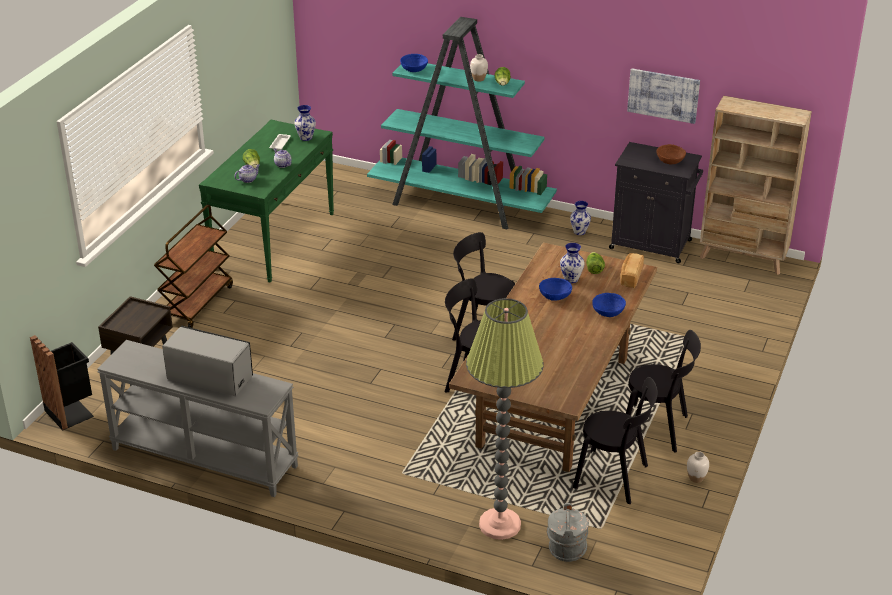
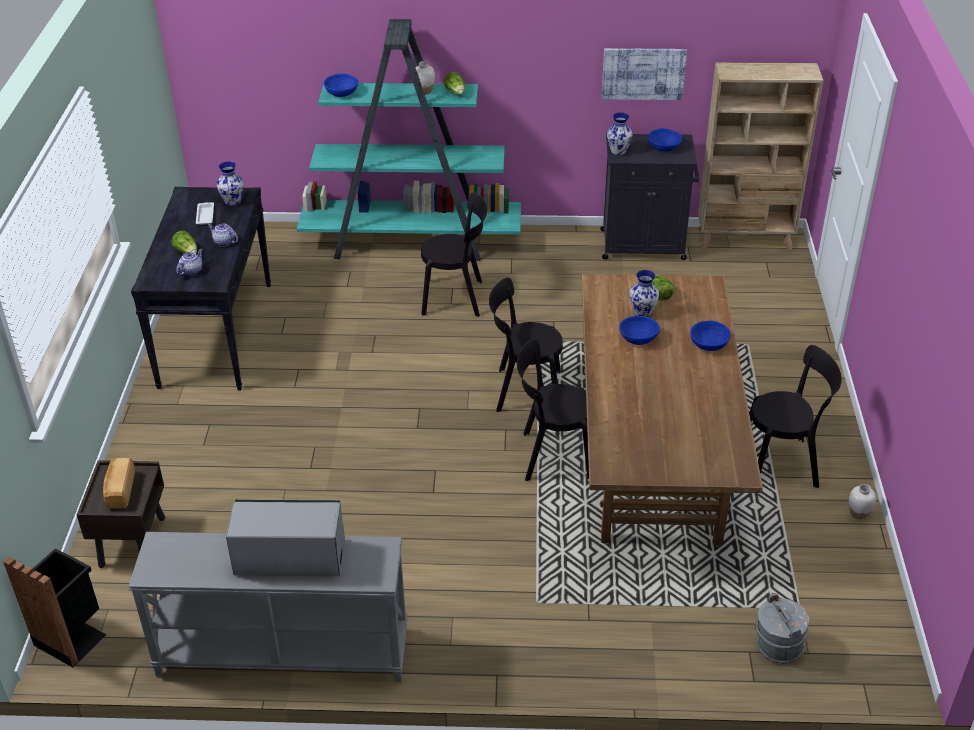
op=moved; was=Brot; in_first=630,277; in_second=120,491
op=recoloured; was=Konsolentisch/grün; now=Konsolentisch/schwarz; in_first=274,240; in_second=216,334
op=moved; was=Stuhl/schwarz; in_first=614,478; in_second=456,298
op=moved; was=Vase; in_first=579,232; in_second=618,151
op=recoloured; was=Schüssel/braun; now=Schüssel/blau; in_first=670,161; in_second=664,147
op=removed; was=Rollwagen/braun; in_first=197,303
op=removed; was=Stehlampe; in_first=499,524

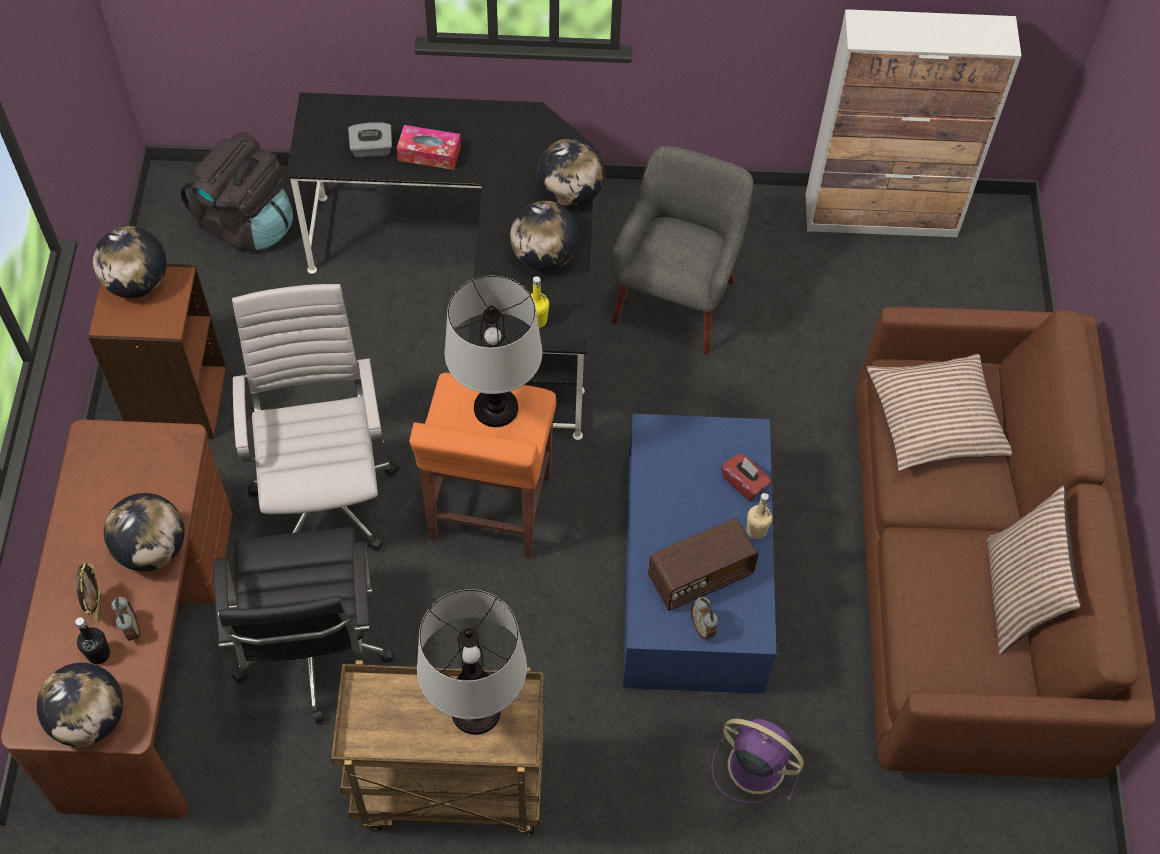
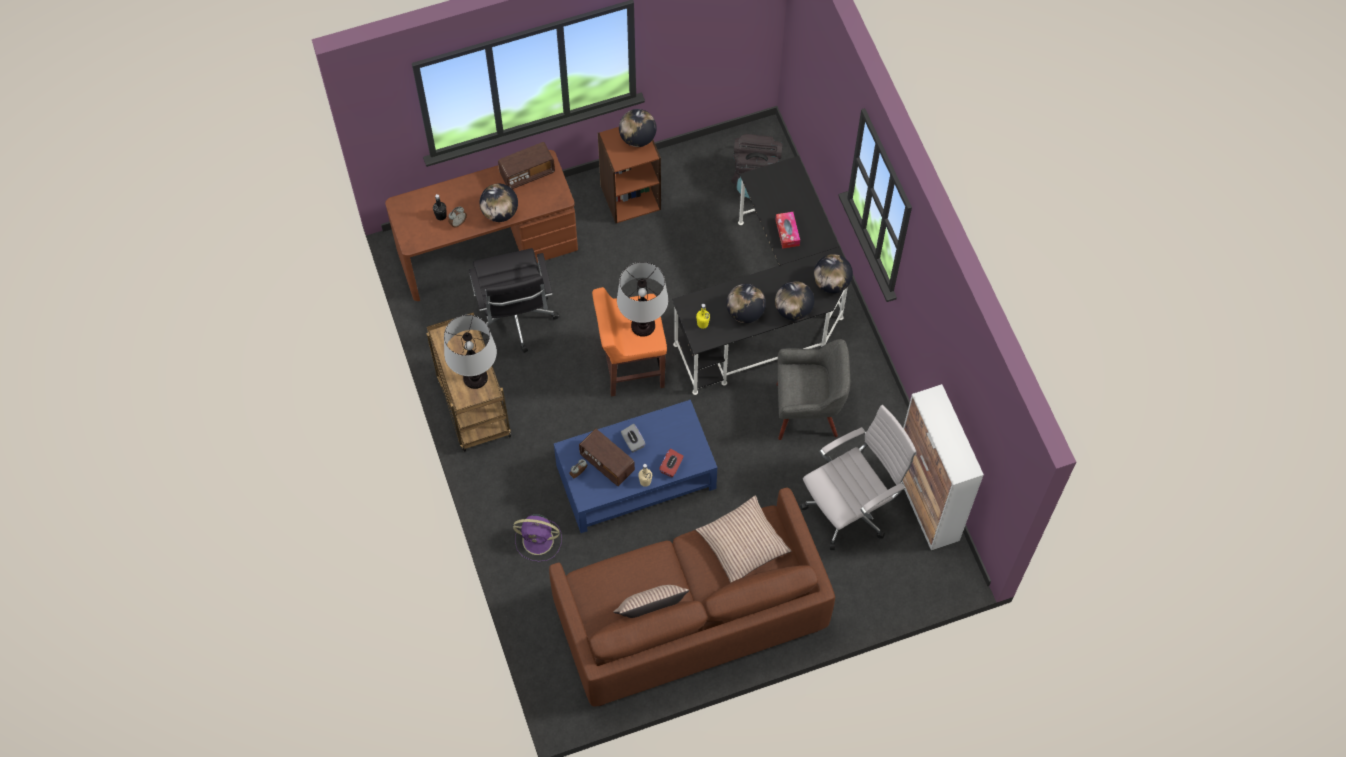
op=turned; was=Bürostuhl/schwarz; in_first=313,655; in_second=516,320; clockwise=-75
op=added; now=Radio; in_second=527,173
op=turned; was=Ventilator/lila; in_first=753,764; in_second=539,540; clockwise=90
op=moved; was=Taschentuchbox/grau; in_first=371,149; in_second=633,442
op=moved; was=Bürostuhl/weiß; in_first=326,494; in_second=850,508
op=moved; was=Globus; in_first=90,719; in_second=831,283
op=removed; was=Bilderrahmen; in_first=97,607

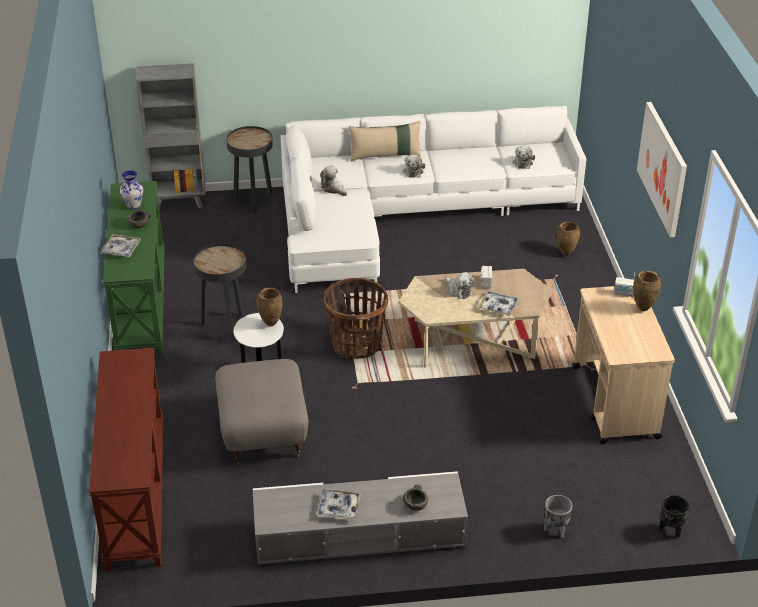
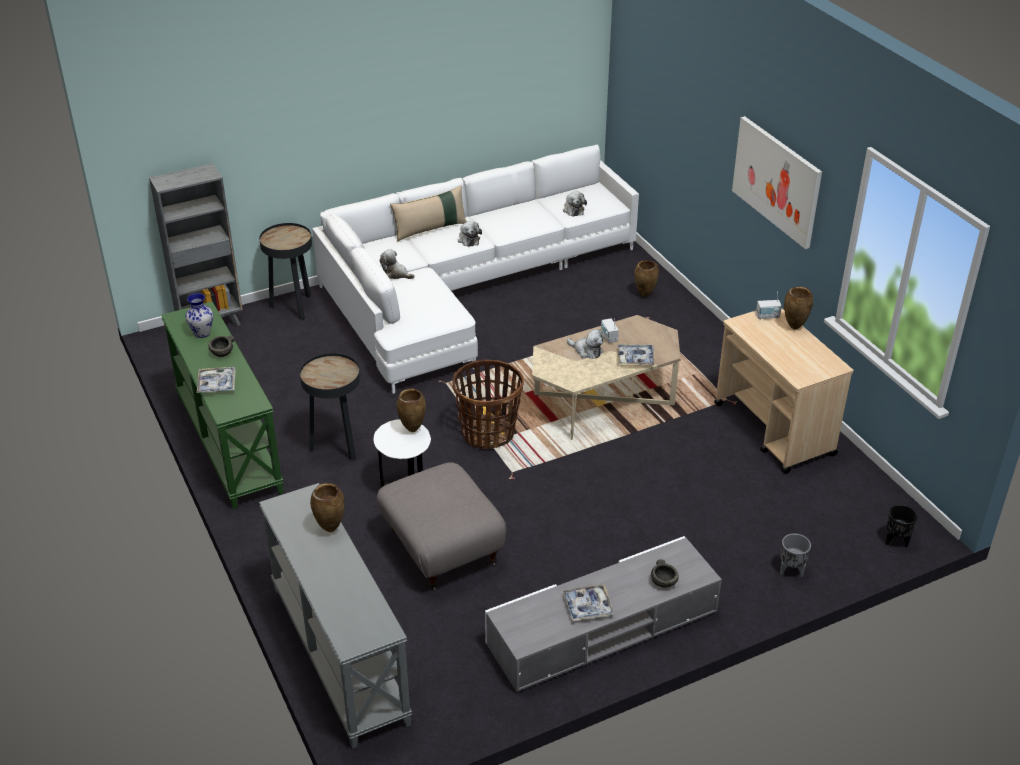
op=recoloured; was=Konsolentisch/braun; now=Konsolentisch/grau; in_first=134,494; in_second=337,654
op=added; now=Vase/braun; in_second=330,529

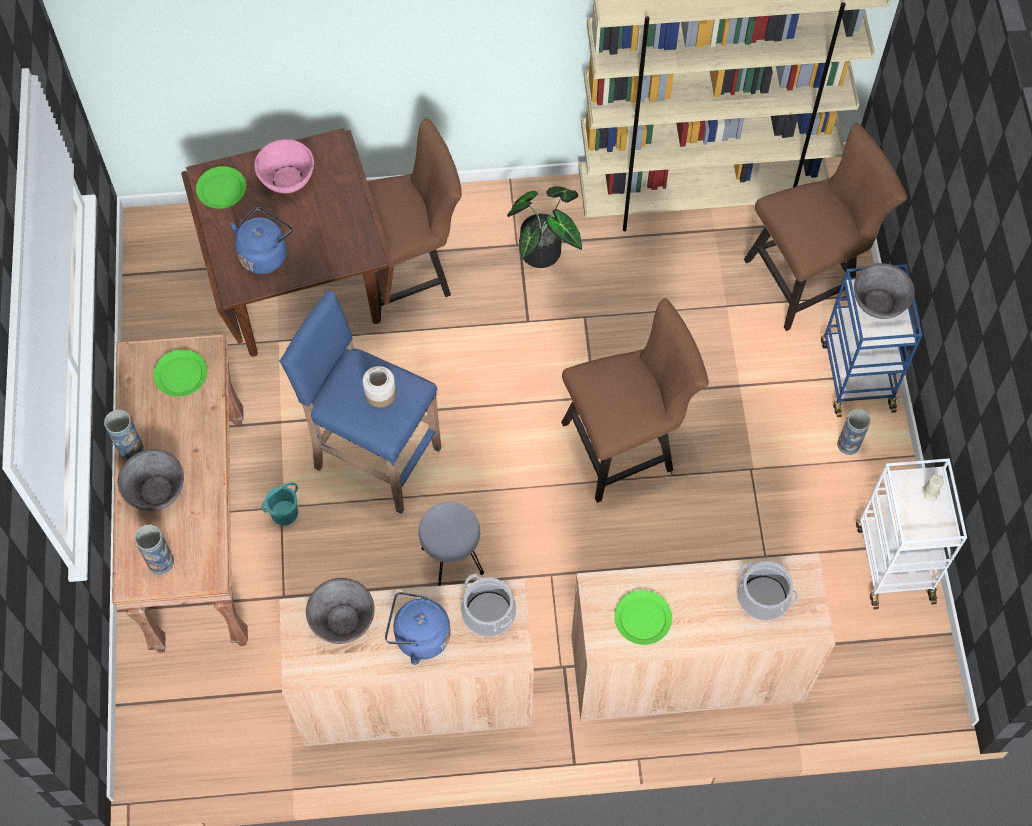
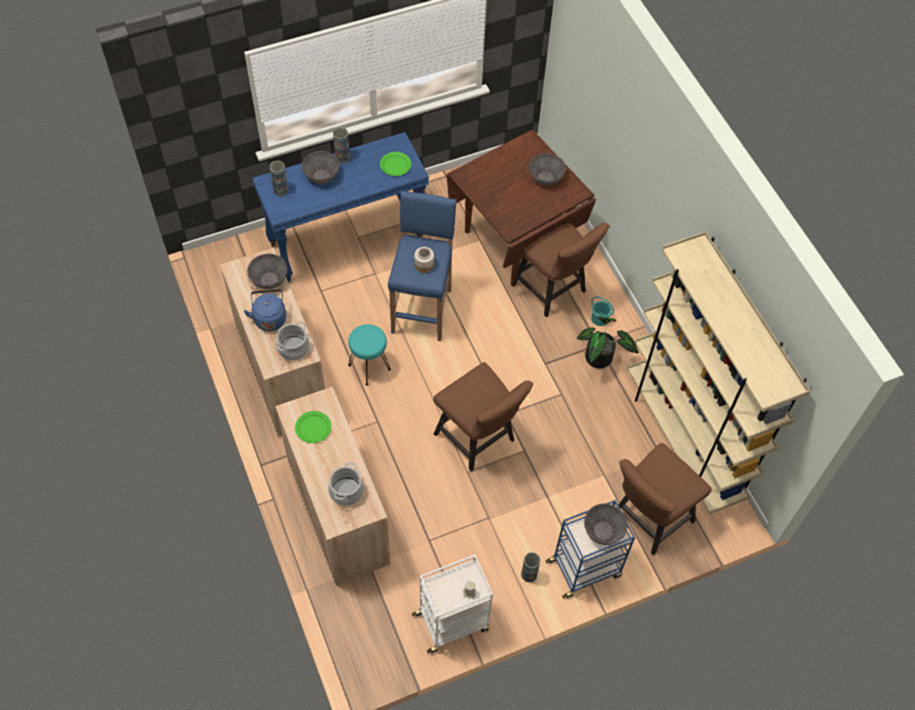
op=recoloured; was=Konsolentisch/braun; now=Konsolentisch/blau; in_first=199,532; in_second=347,240
op=recoloured; was=Hocker/grau; now=Hocker/türkis; in_first=451,561; in_second=369,367
op=recoloured; was=Schüssel/rosa; now=Schüssel/grau; in_first=287,179; in_second=545,177
op=moved; was=Eimer/türkis; in_first=285,513; in_second=599,319
op=turned; was=Stuhl/braun; in_first=807,278; in_second=647,520; clockwise=90
op=removed; was=Teller/grün; in_first=221,188
op=removed; was=Wasserkessel/blau; in_first=265,253

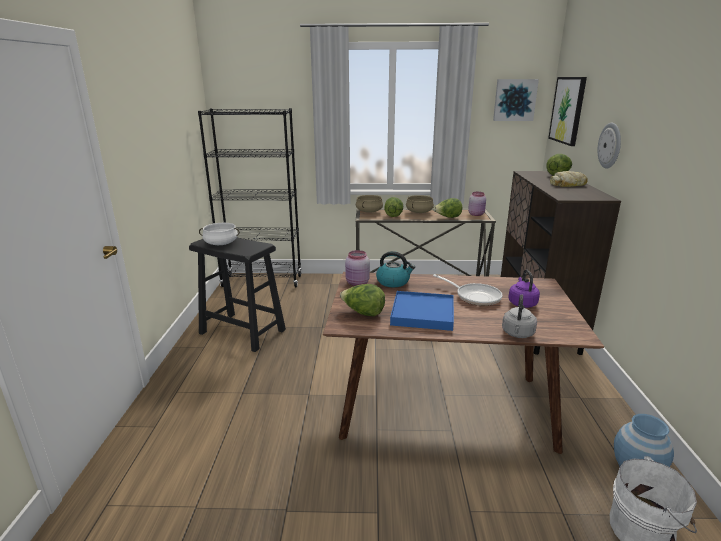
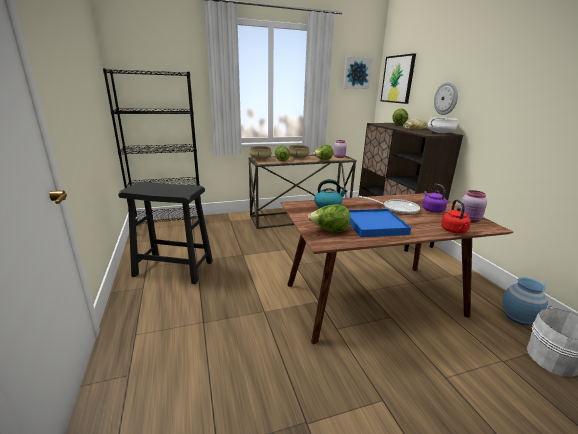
op=moved; was=Kochtopf/weiß; in_first=221,243; in_second=440,133
op=recoloured; was=Wasserkessel/grau; now=Wasserkessel/rot; in_first=517,334; in_second=454,231
op=moved; was=Vorratsglas/rosa; in_first=357,283; in_second=469,220

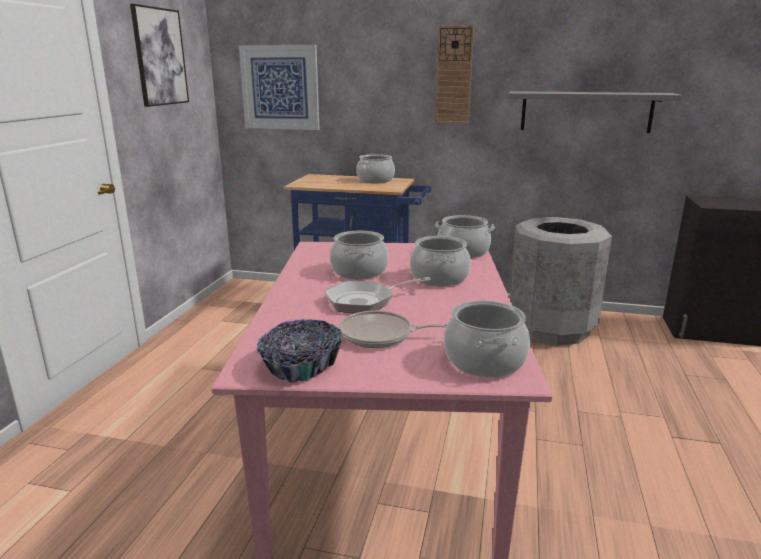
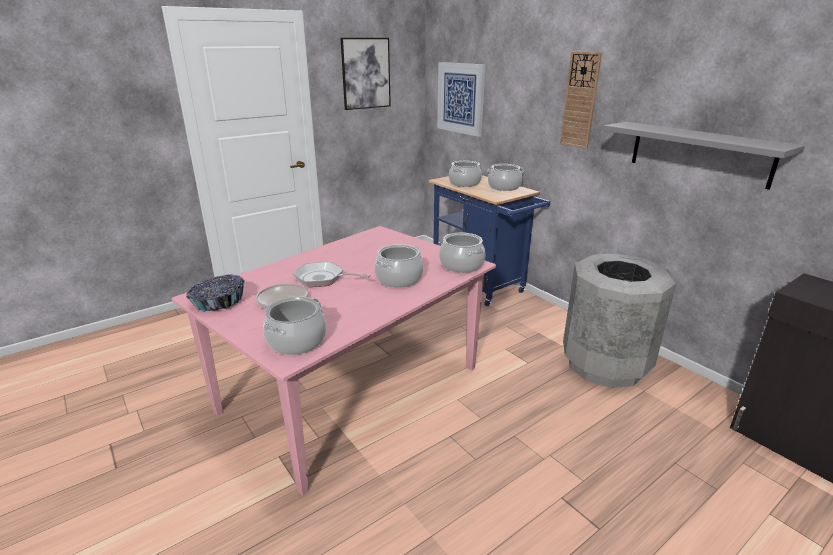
op=moved; was=Kochtopf; in_first=358,271; in_second=464,183

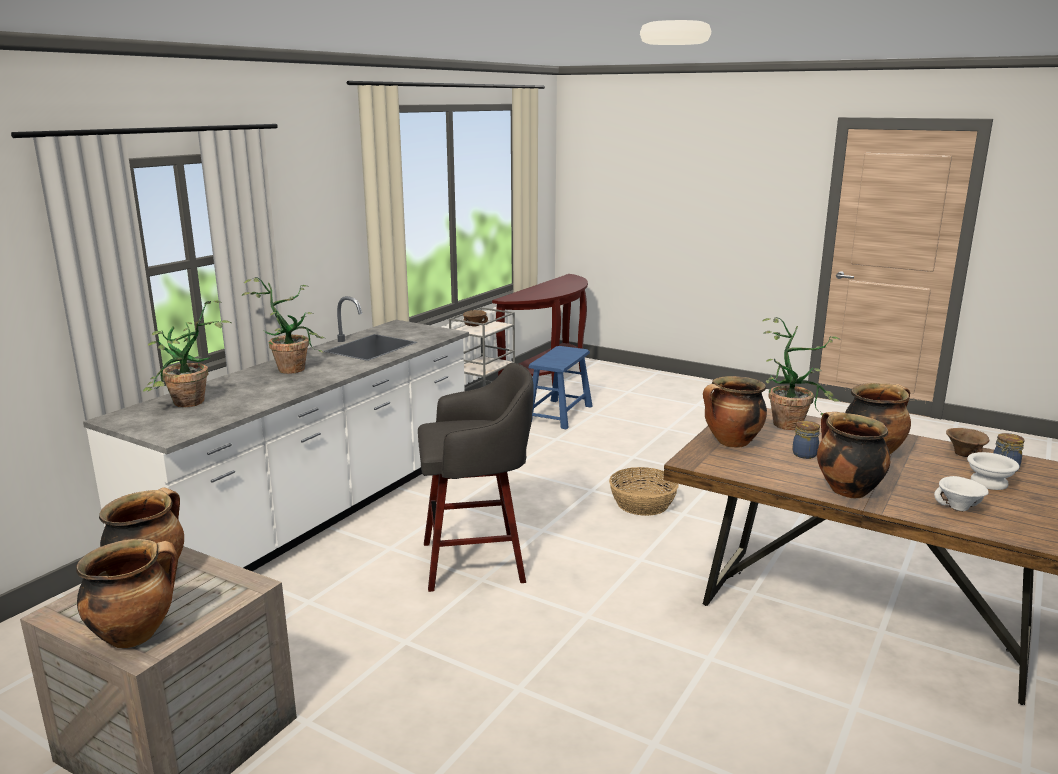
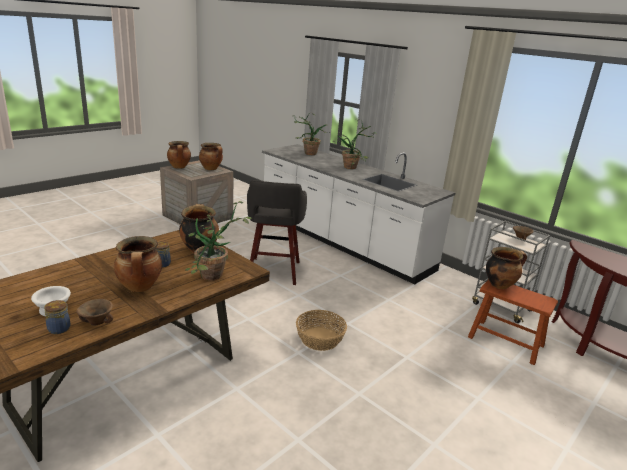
op=recoloured; was=Hocker/blau; now=Hocker/braun; in_first=559,414; in_second=505,341
op=moved; was=Kochtopf; in_first=846,490; in_second=500,284
op=removed; was=Schüssel/weiß; in_first=958,508

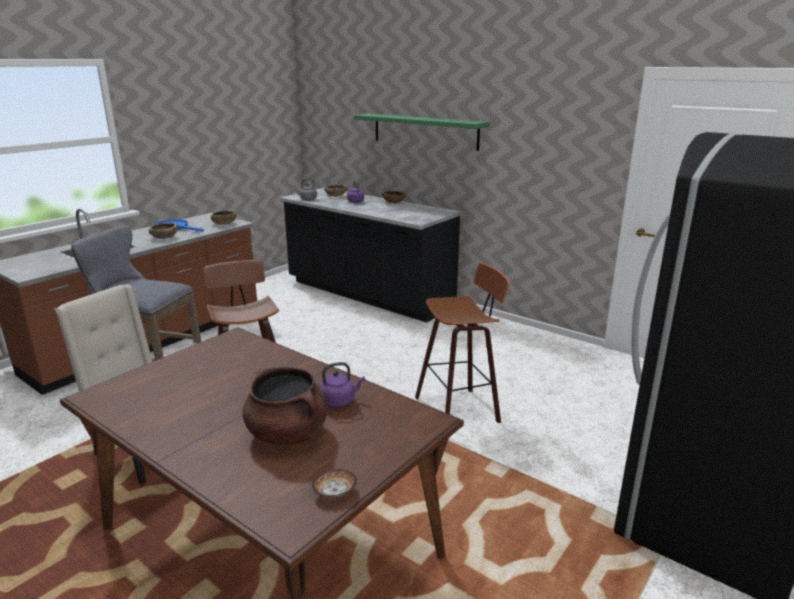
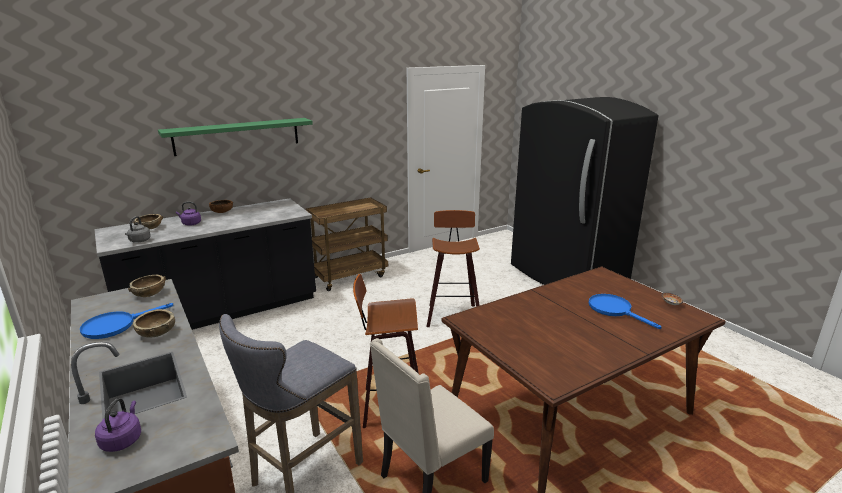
op=moved; was=Wasserkessel/lila; in_first=339,401; in_second=122,440
op=added; now=Rollwagen/braun; in_second=350,276
op=replaced; was=Kochtopf/braun; now=Pfanne/blau; in_first=288,433; in_second=615,310

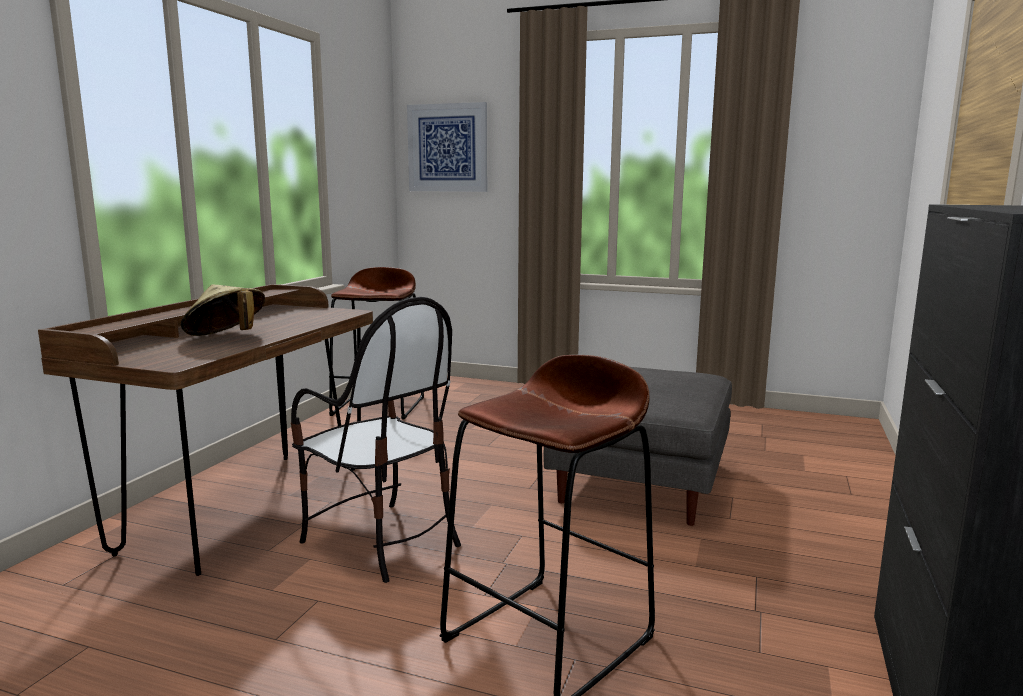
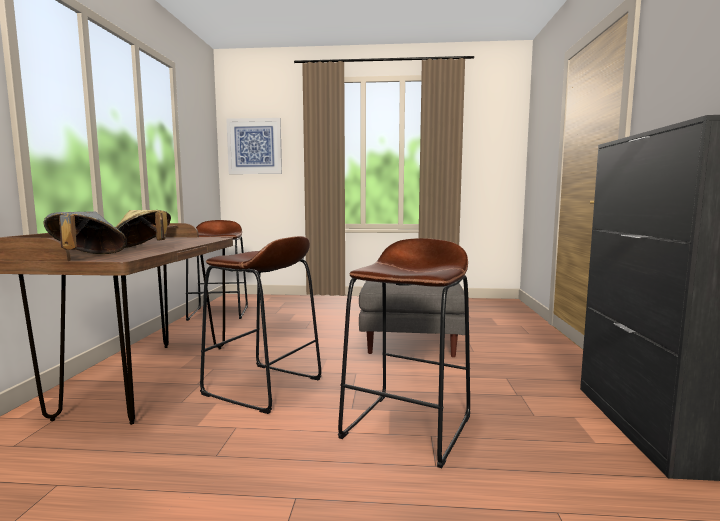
op=added; now=Hut/grau; in_second=87,257
op=replaced; was=Stuhl; now=Hocker/braun; in_first=381,541; in_second=263,387

